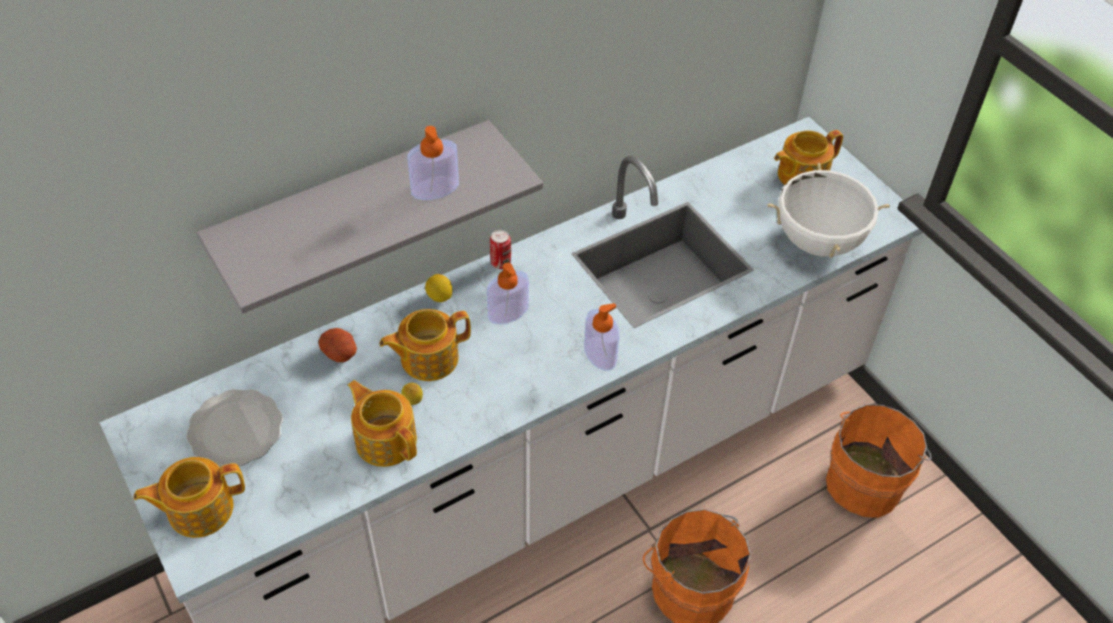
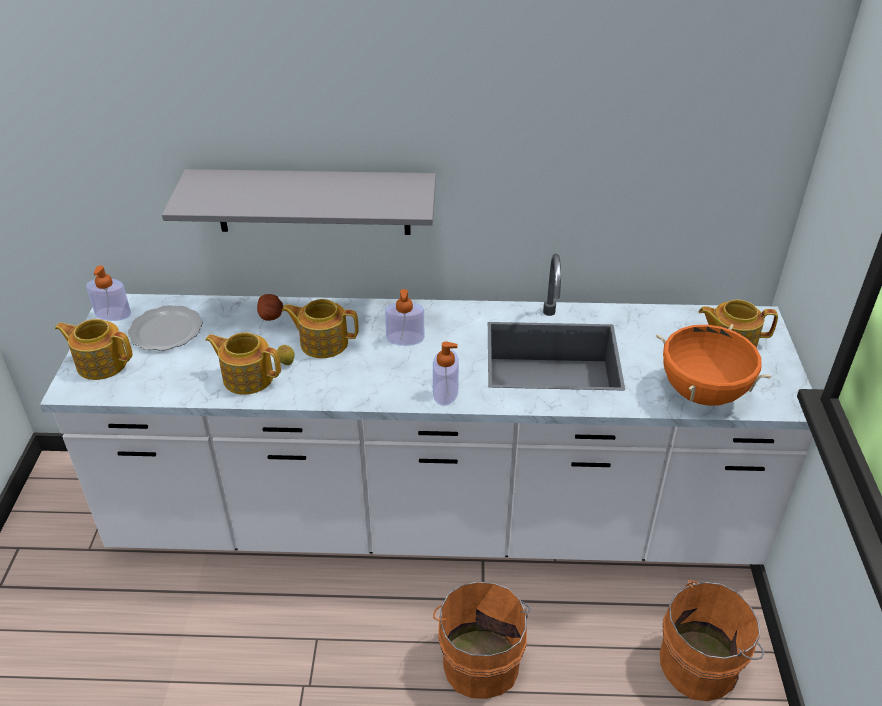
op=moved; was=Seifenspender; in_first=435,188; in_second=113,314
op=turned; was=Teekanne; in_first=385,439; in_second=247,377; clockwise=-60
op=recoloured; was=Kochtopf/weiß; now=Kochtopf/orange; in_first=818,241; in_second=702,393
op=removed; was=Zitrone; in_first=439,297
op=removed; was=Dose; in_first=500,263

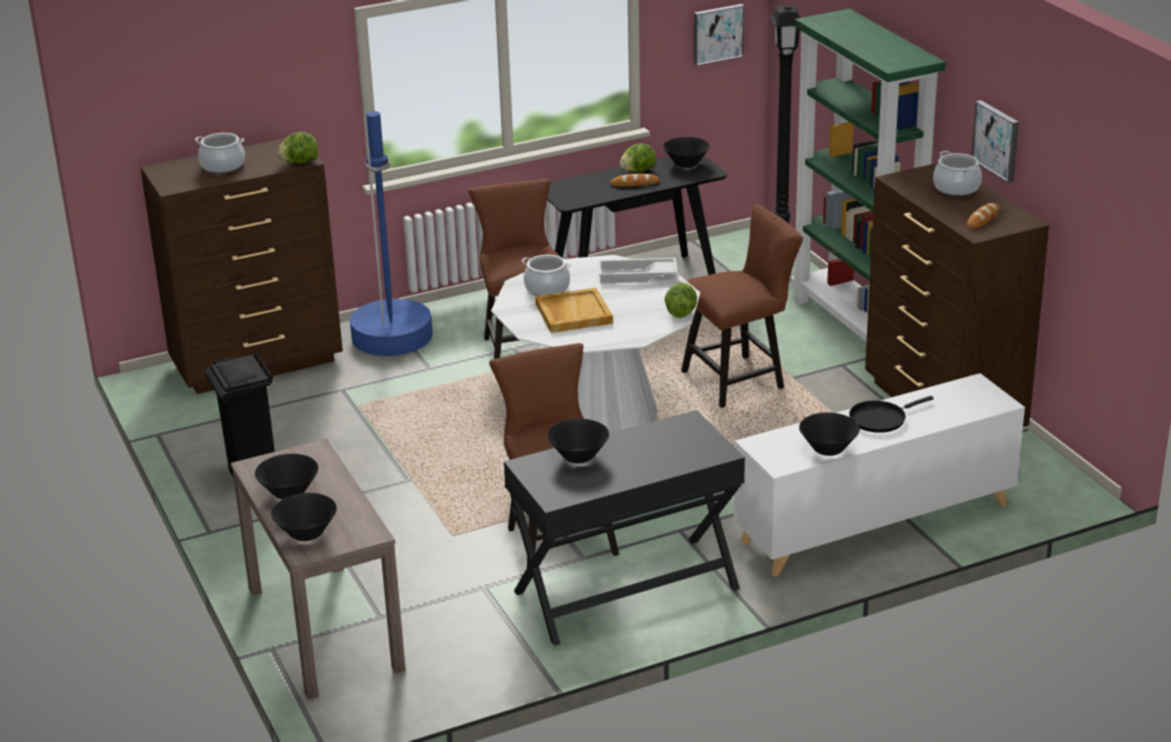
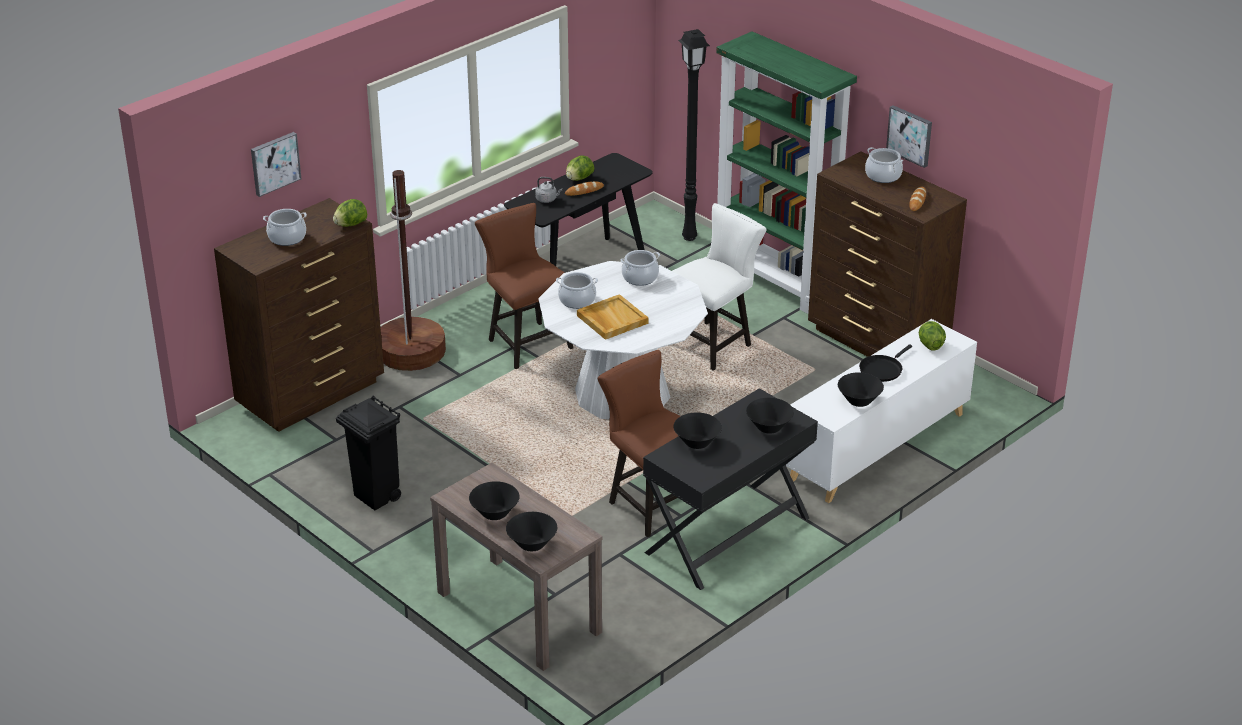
op=moved; was=Bild; in_first=717,34; in_second=274,163
op=recoloured; was=Stehlampe/blau; now=Stehlampe/braun; in_first=392,337; in_second=411,351
op=added; now=Wasserkessel/grau; in_second=547,199
op=replaced; was=Tablett/weiß; now=Kochtopf; in_first=636,276; in_second=640,278
op=recoloured; was=Stuhl/braun; now=Stuhl/weiß; in_first=740,379; in_second=713,343
op=moved; was=Schüssel/schwarz; in_first=686,164; in_second=769,427
op=moved; was=Salatkopf; in_first=680,313; in_second=930,345

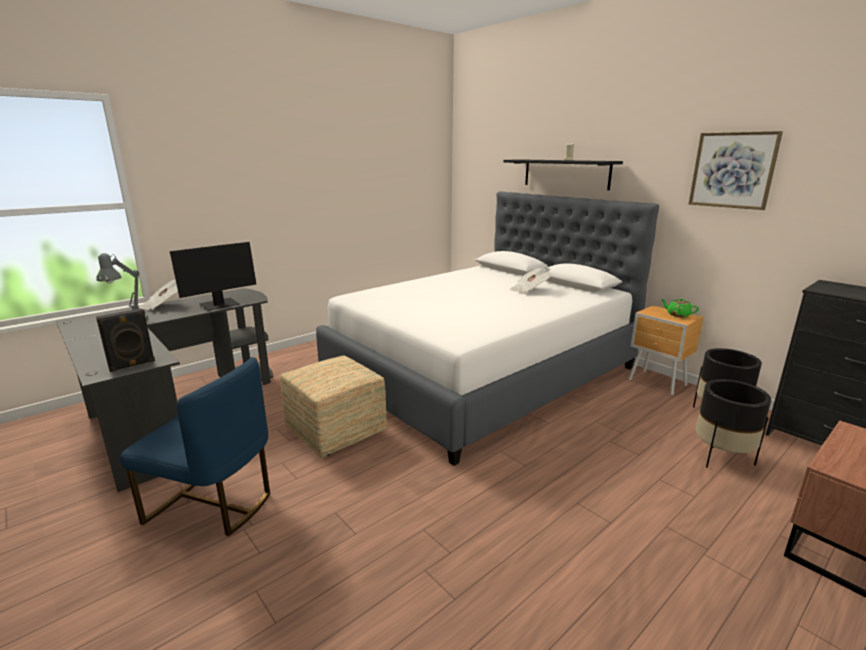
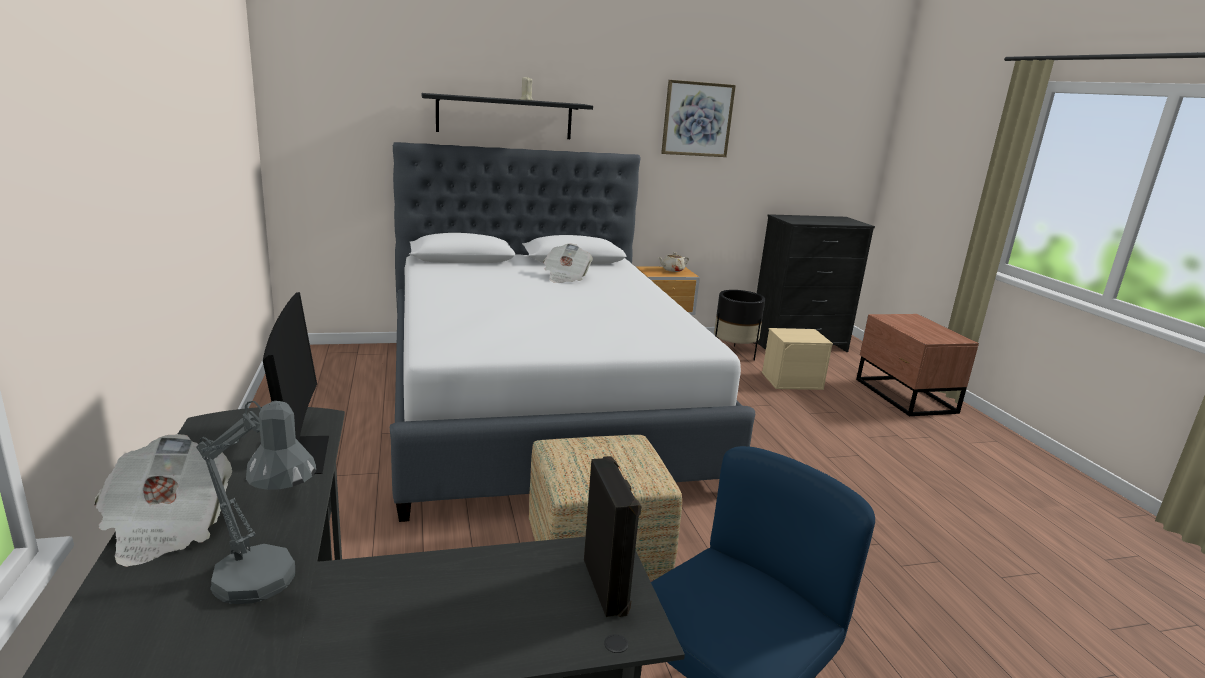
op=recoloured; was=Teekanne/grün; now=Teekanne/beige; in_first=677,315; in_second=672,270
op=replaced; was=Pflanzkübel/schwarz; now=Aufbewahrungsbox/beige; in_first=721,457; in_second=792,380

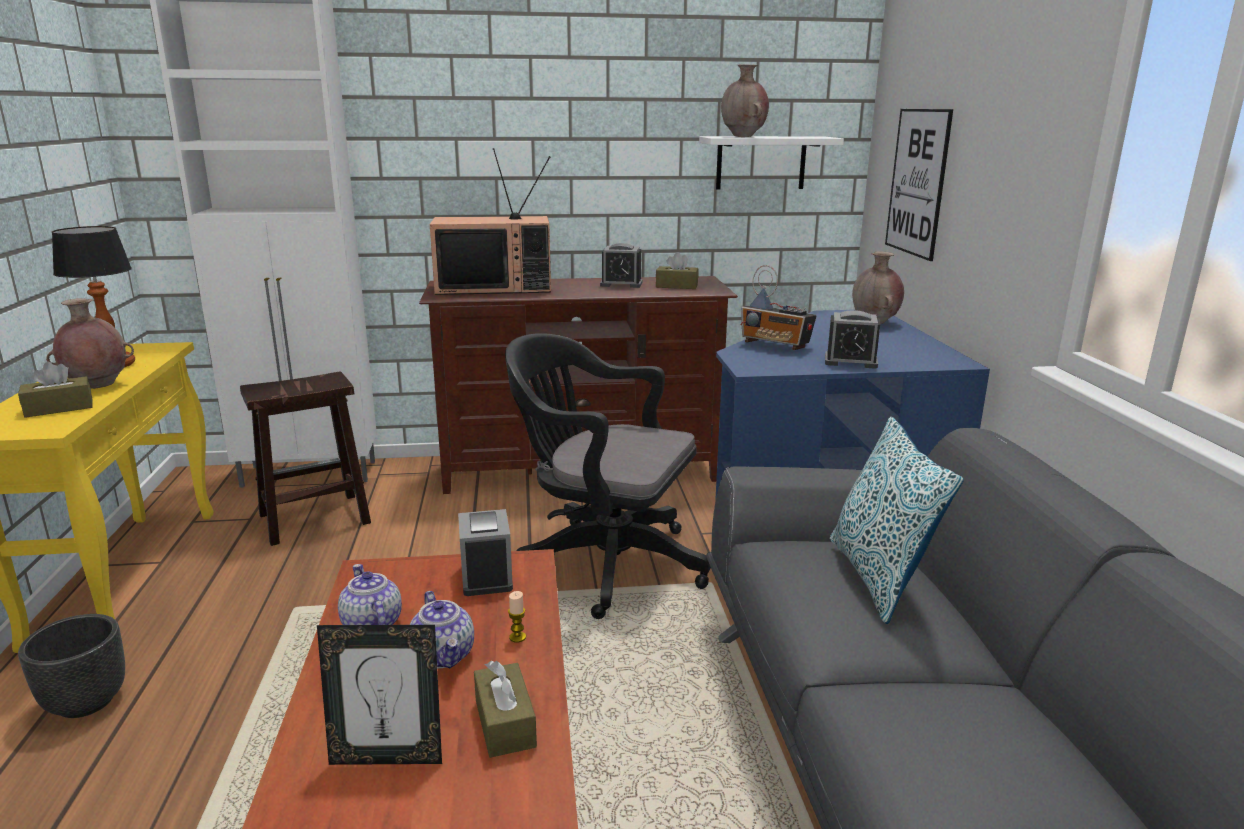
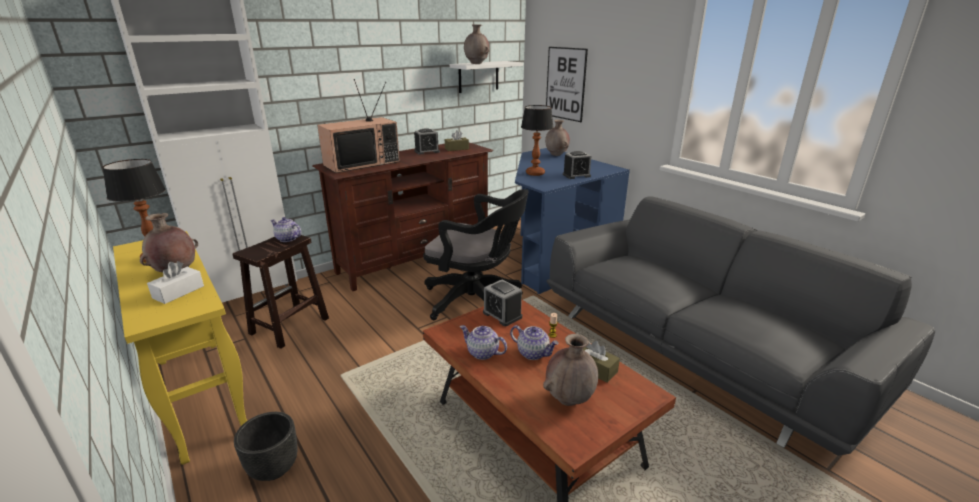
op=recoloured; was=Taschentuchbox/braun; now=Taschentuchbox/weiß; in_first=59,408; in_second=178,292
op=added; now=Teekanne; in_second=287,239
op=turned; was=Bürostuhl/schwarz; in_first=603,563; in_second=477,301; clockwise=-150
op=replaced; was=Radio; now=Tischlampe; in_first=776,345; in_second=535,173
op=replaced; was=Bilderrahmen; now=Vase/braun; in_first=387,757; in_second=569,399
op=removed; was=Kissen; in_first=878,577

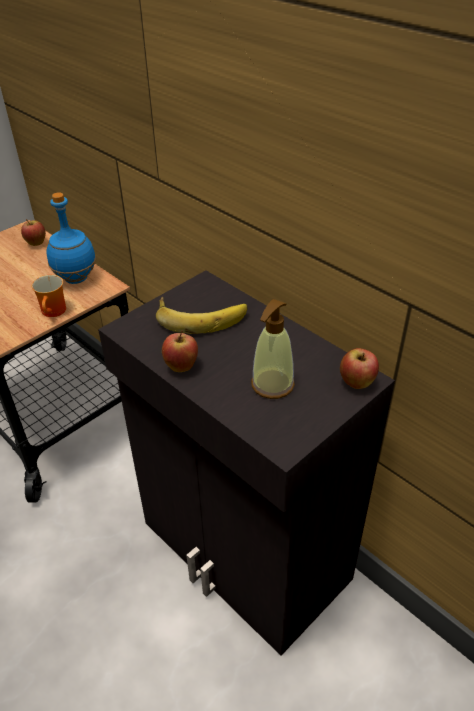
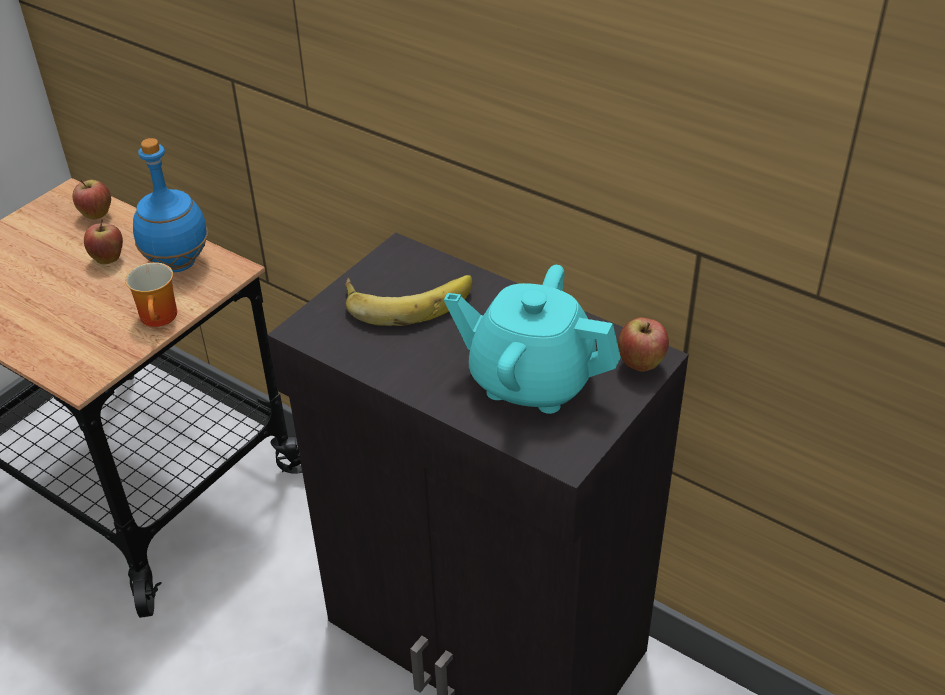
op=moved; was=Apfel; in_first=181,367; in_second=108,259
op=replaced; was=Seifenspender; now=Teekanne/türkis; in_first=272,385; in_second=531,380

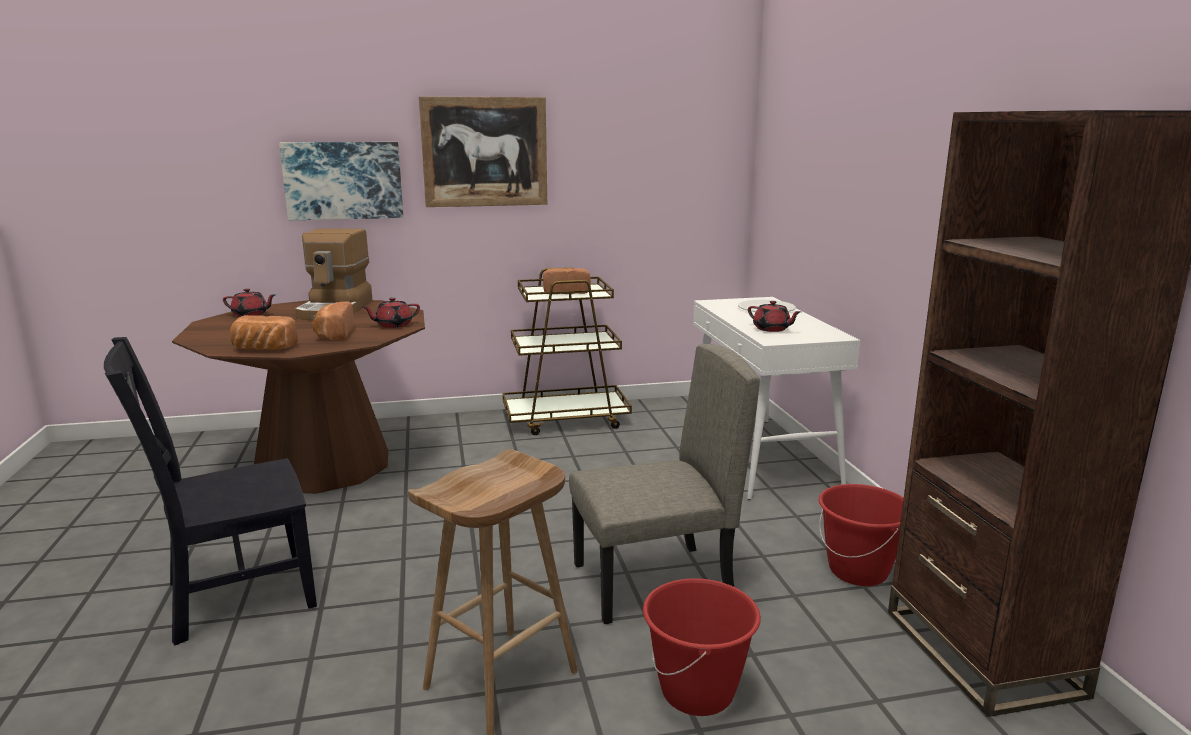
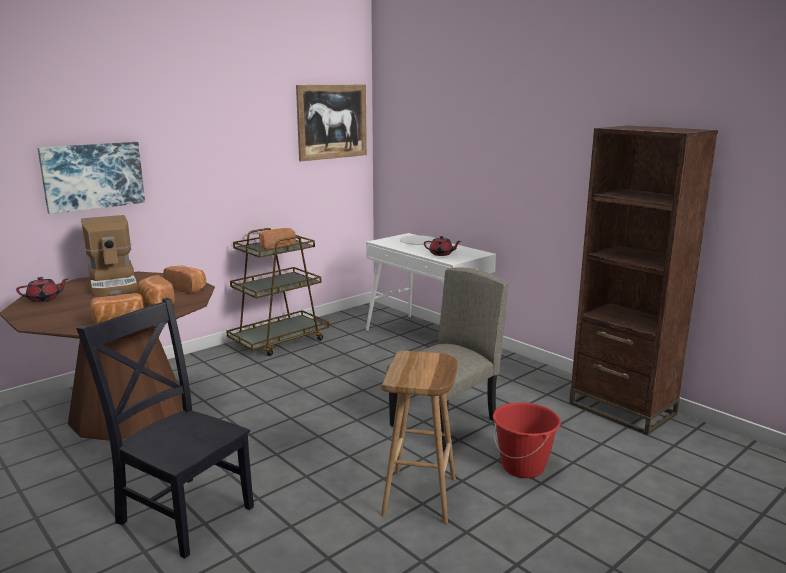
op=turned; was=Stuhl/schwarz; in_first=234,596; in_second=182,512; clockwise=90
op=replaced; was=Teekanne/rot; now=Brot; in_first=393,325; in_second=188,288
op=moved; was=Bild; in_first=485,152; in_second=332,121
op=removed; was=Eimer/rot; in_first=858,571

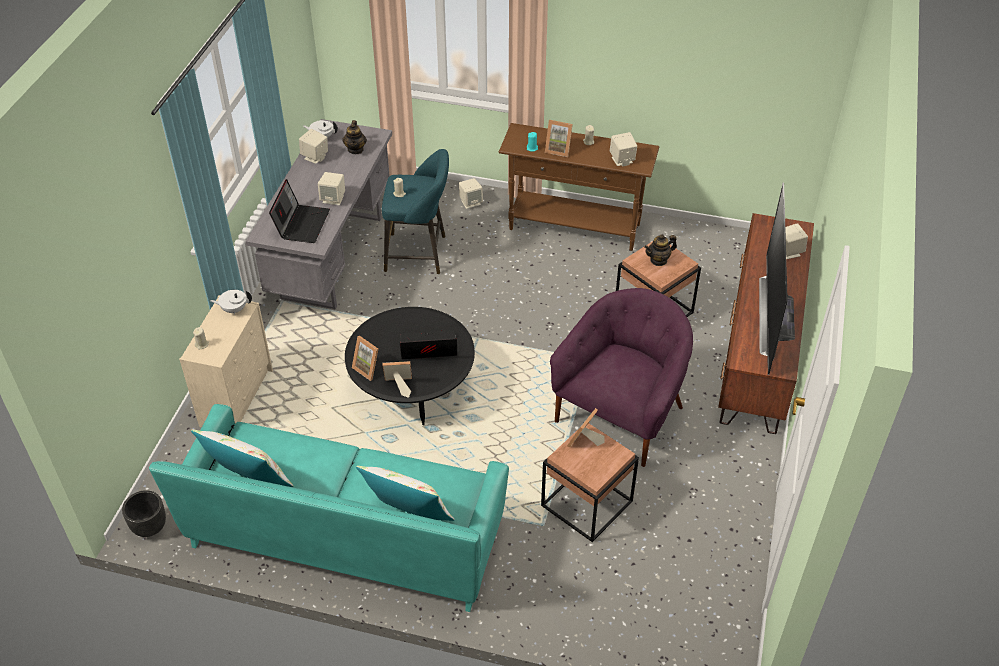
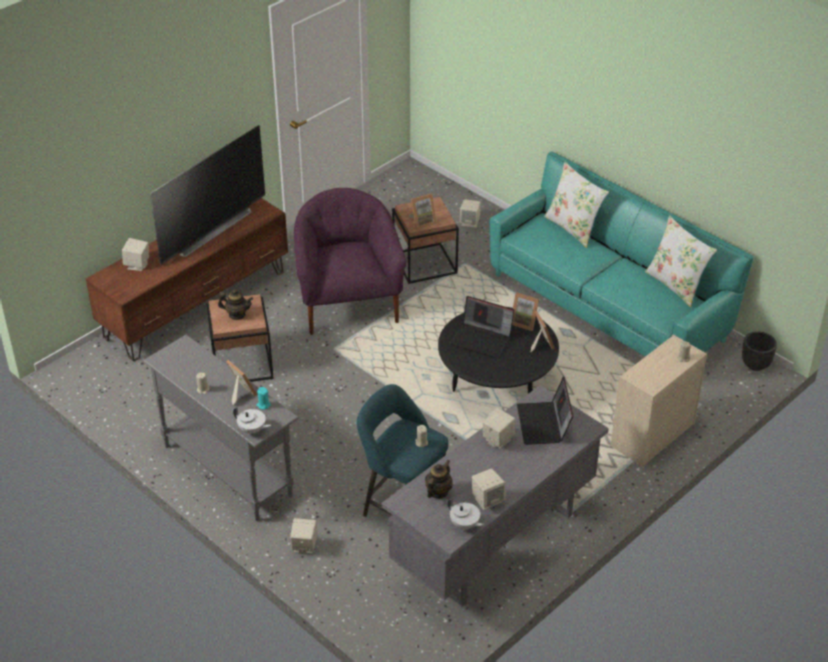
op=recoloured; was=Konsolentisch/braun; now=Konsolentisch/grau; in_first=575,227; in_second=227,470
op=moved; was=Teekanne/weiß; in_first=234,309; in_second=252,430
op=turned; was=Sessel/lila; in_first=621,414; in_second=348,304; clockwise=105
op=moved; was=Lautsprecher/beige; in_first=622,160; in_second=470,222
op=turned; was=Laptop; in_first=302,223; in_second=544,424; clockwise=-45

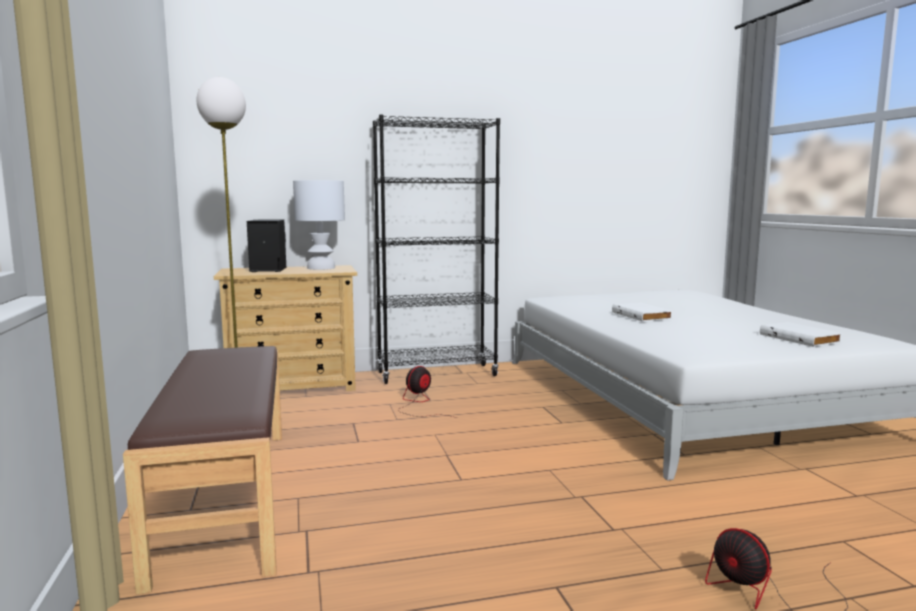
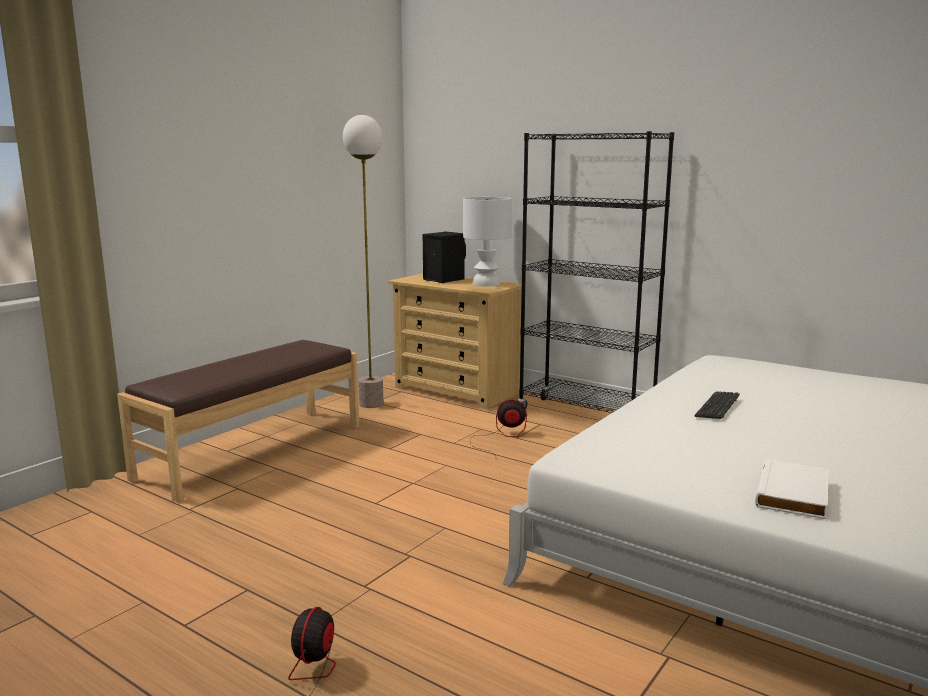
op=replaced; was=Buch/weiß; now=Tastatur; in_first=642,315; in_second=717,407

